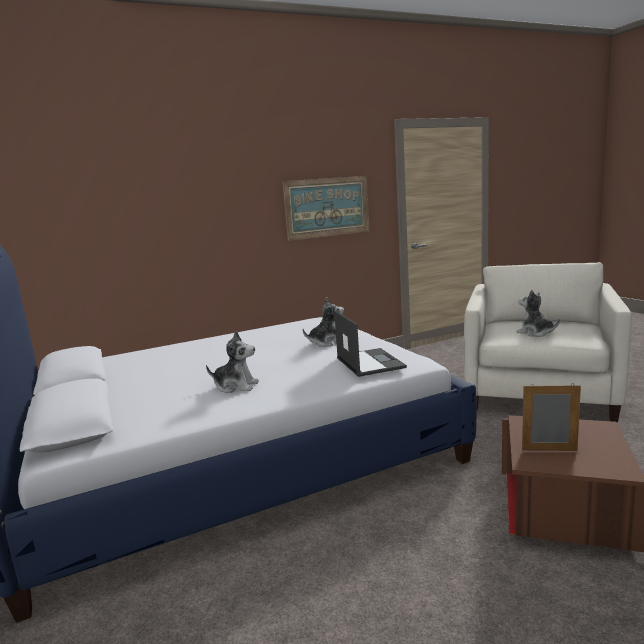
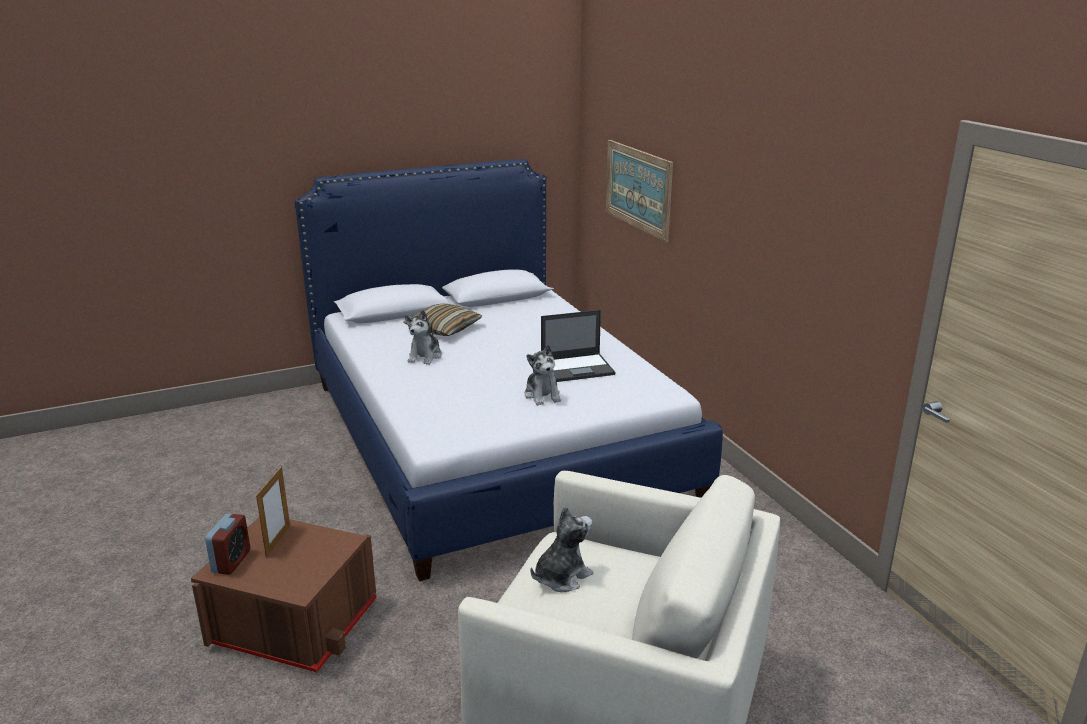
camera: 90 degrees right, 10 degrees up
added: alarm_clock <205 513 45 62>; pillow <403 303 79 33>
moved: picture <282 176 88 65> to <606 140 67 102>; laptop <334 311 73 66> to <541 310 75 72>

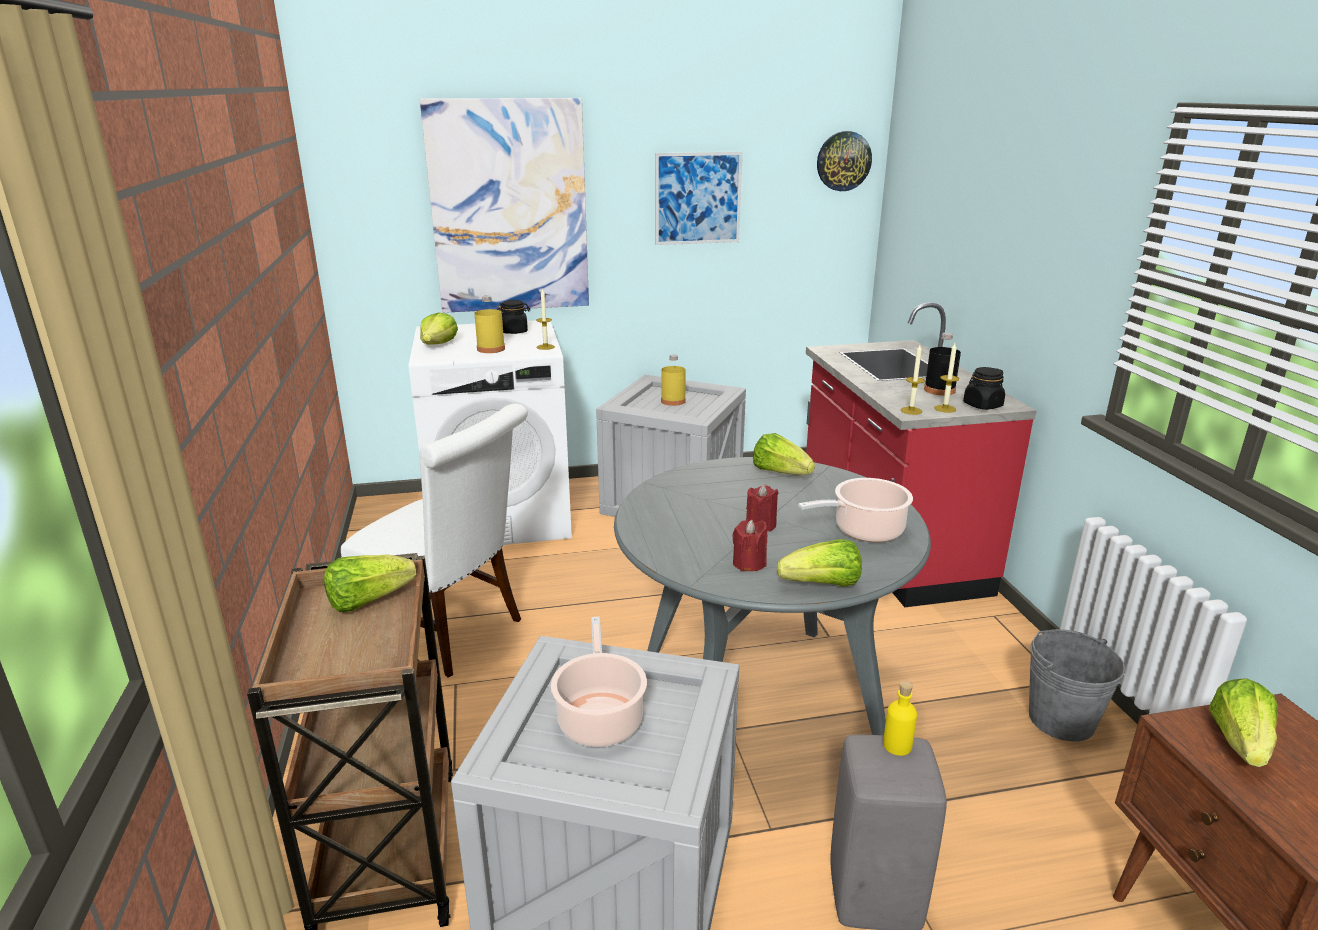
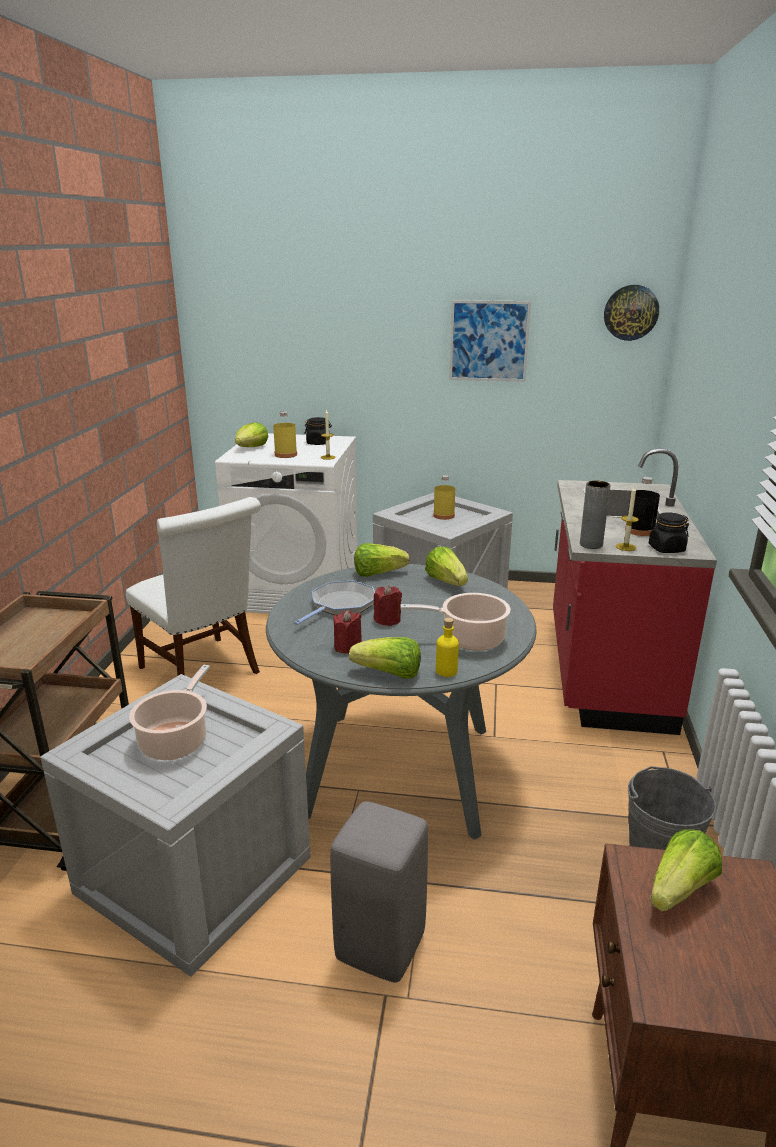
camera: 20 degrees right, 0 degrees up
removed: picture <420 98 169 215>
added: frying_pan <294 581 81 44>
moved: lettuce <324 554 93 58> to <354 543 56 34>; yellow_bottle <883 681 34 75> to <436 618 23 59>
replaced: candle <900 345 25 70> to grey_vase <580 481 30 68>

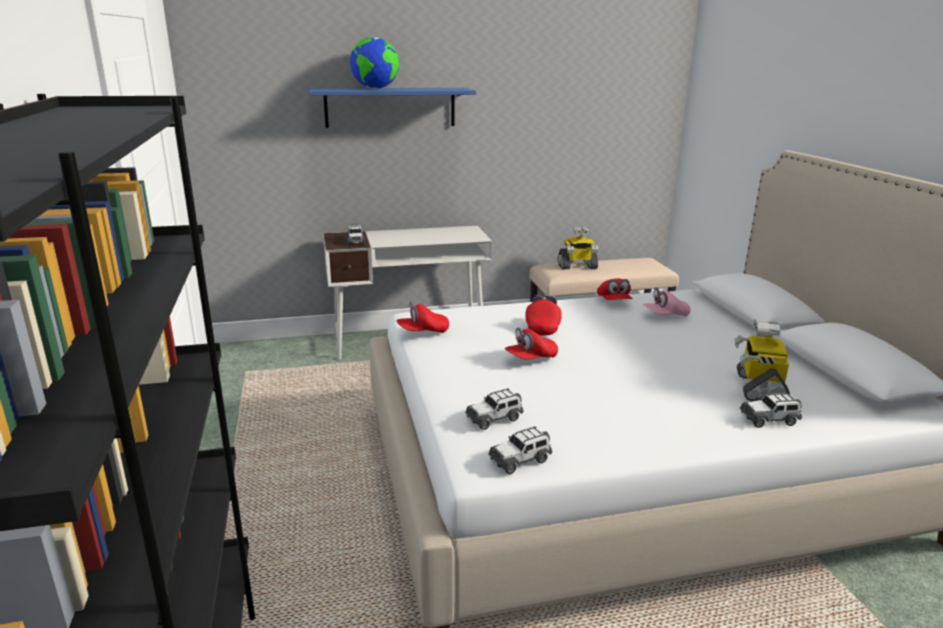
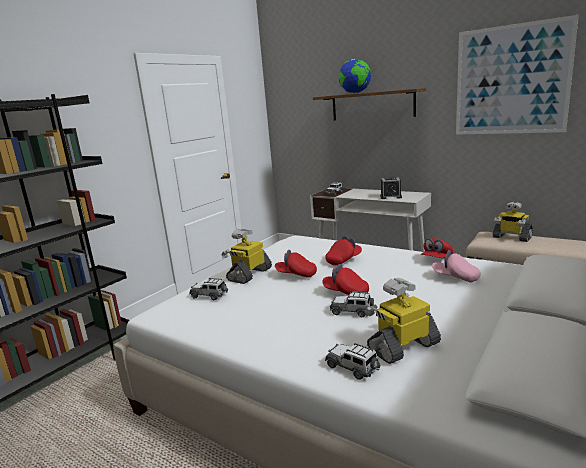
camera: 50 degrees right, 5 degrees down
added: toy_robot <221 229 51 55>; alarm_clock <380 176 22 23>; picture <456 15 123 120>
moved: red_cap <396 302 53 31> to <322 264 47 31>; toy_car <488 426 65 48> to <330 291 44 26>
recoloured: blue_shelf <308 88 168 40> to brown_shelf <313 88 113 32>

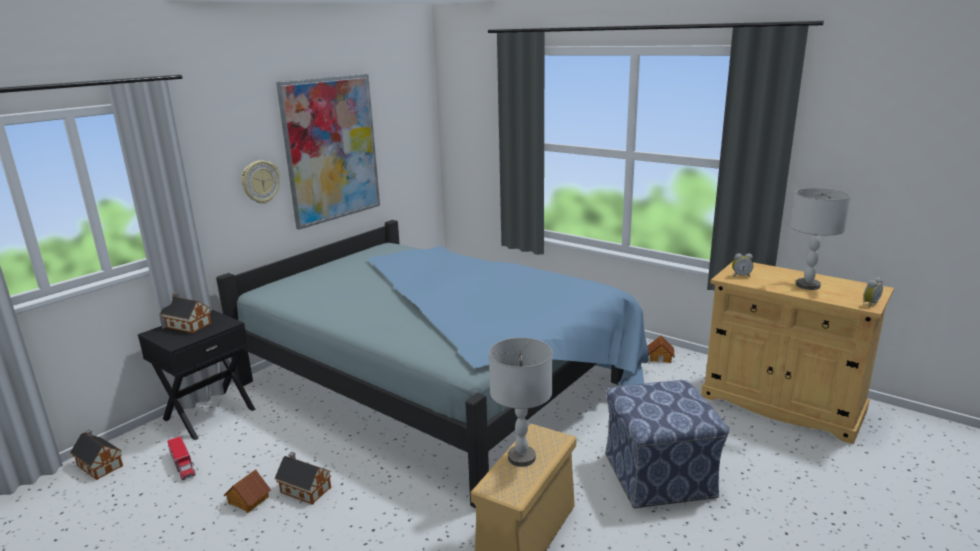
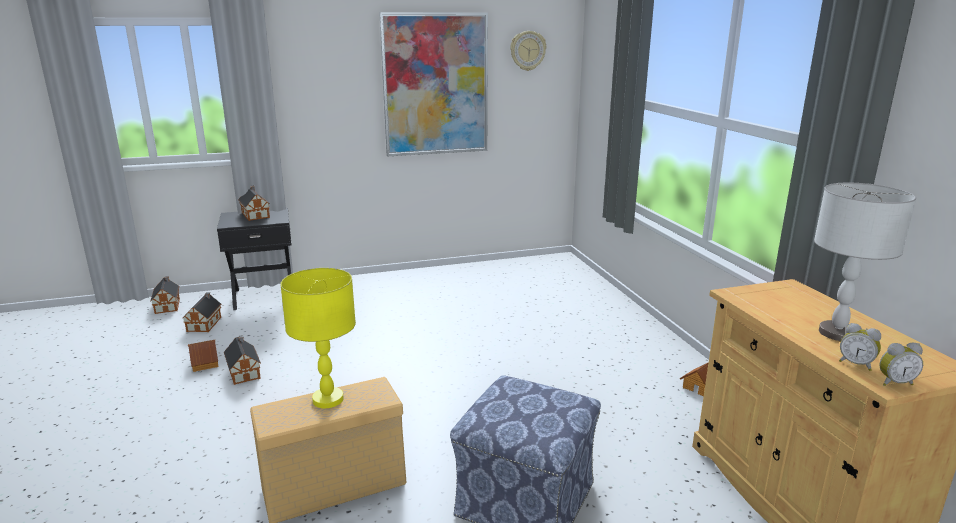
camera: 35 degrees right, 0 degrees up
removed: blue_bed <216 220 432 288>
moved: wall_clock <241 160 39 44> to <510 31 36 40>; alarm_clock <732 253 21 24> to <839 323 42 48>
replaced: toy_truck <167 436 29 44> to toy_house <182 292 39 40>
recoloured: grey_table_lamp <489 338 64 129> to yellow_table_lamp <280 268 76 140>

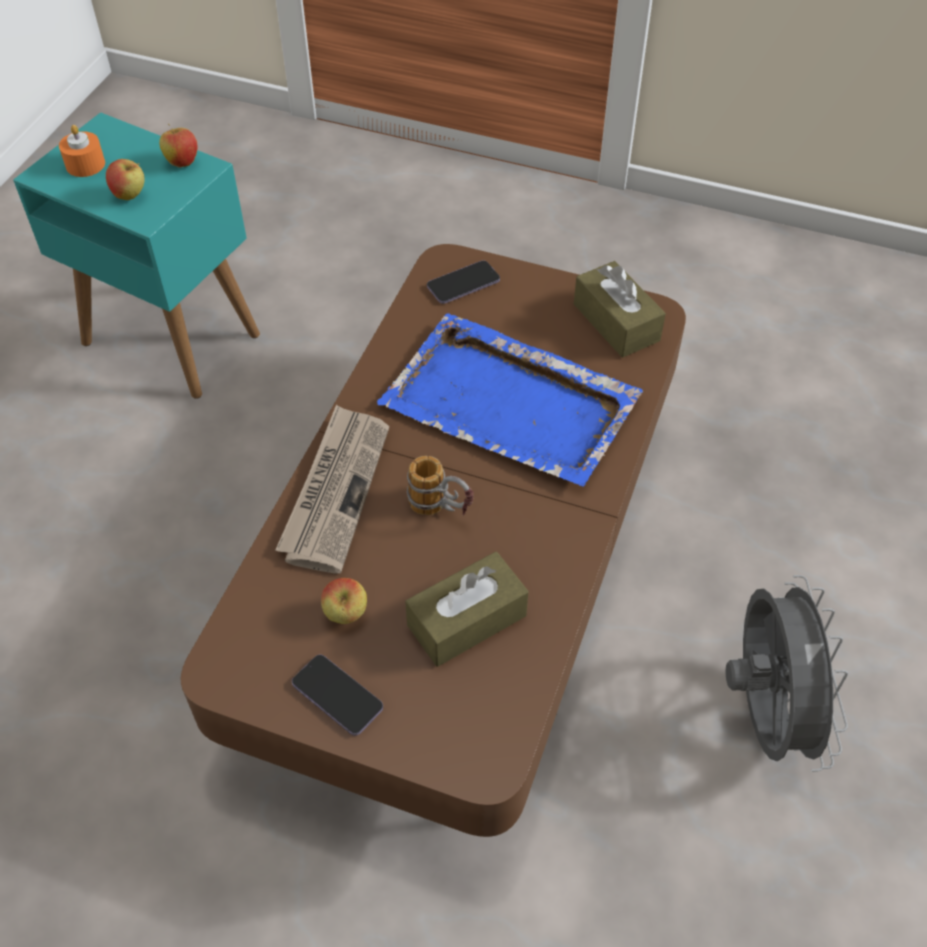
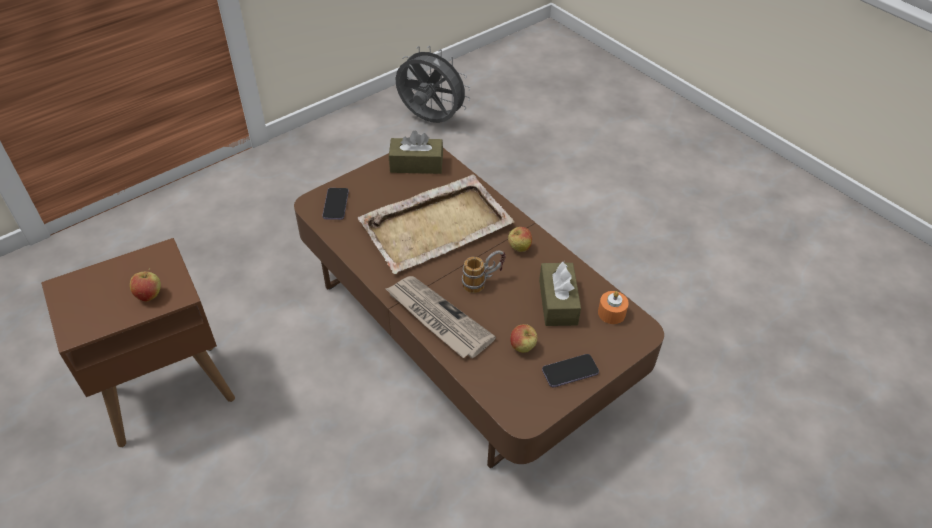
camera: 60 degrees left, 5 degrees down
moved: orange_candle <59 125 46 52> to <598 291 31 33>; apple <159 124 39 44> to <508 227 24 25>; grey_fan <726 575 122 197> to <396 46 75 77>
recoloured: turquoise_side_table <13 113 247 286> to brown_side_table <41 238 194 209>; blue_tray <377 313 266 173> to beige_tray <358 174 156 100>

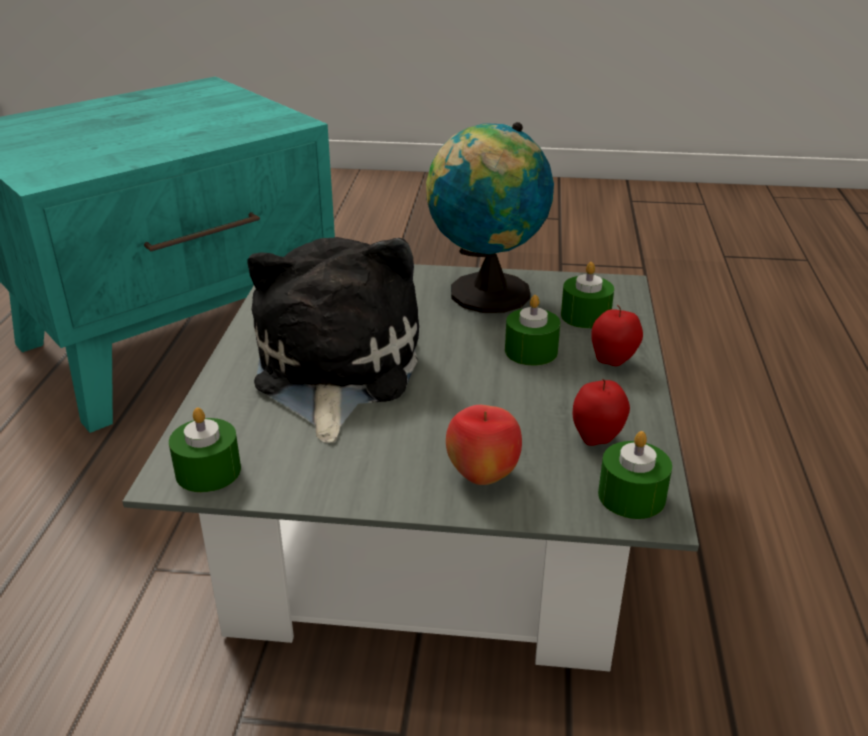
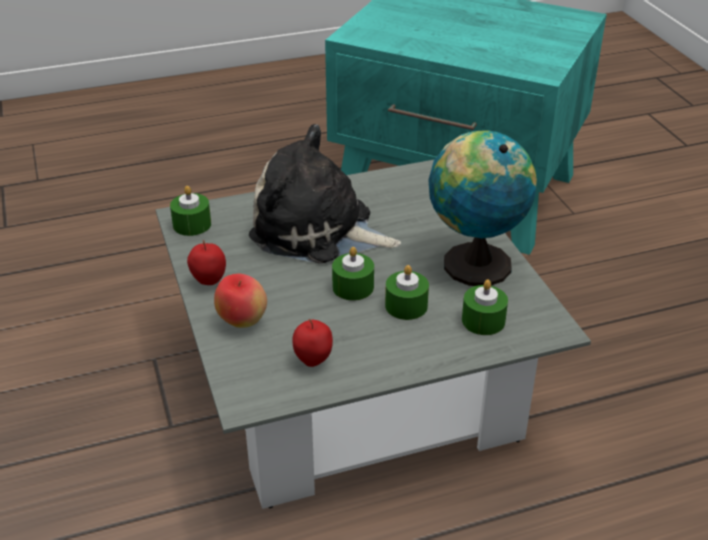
camera: 65 degrees right, 5 degrees up
moved: apple <591 305 52 61> to <187 240 39 45>; green_candle <598 431 74 88> to <332 247 42 54>
turned: plush_toy <247 237 172 206> = <249 124 152 140> 135 degrees counterclockwise

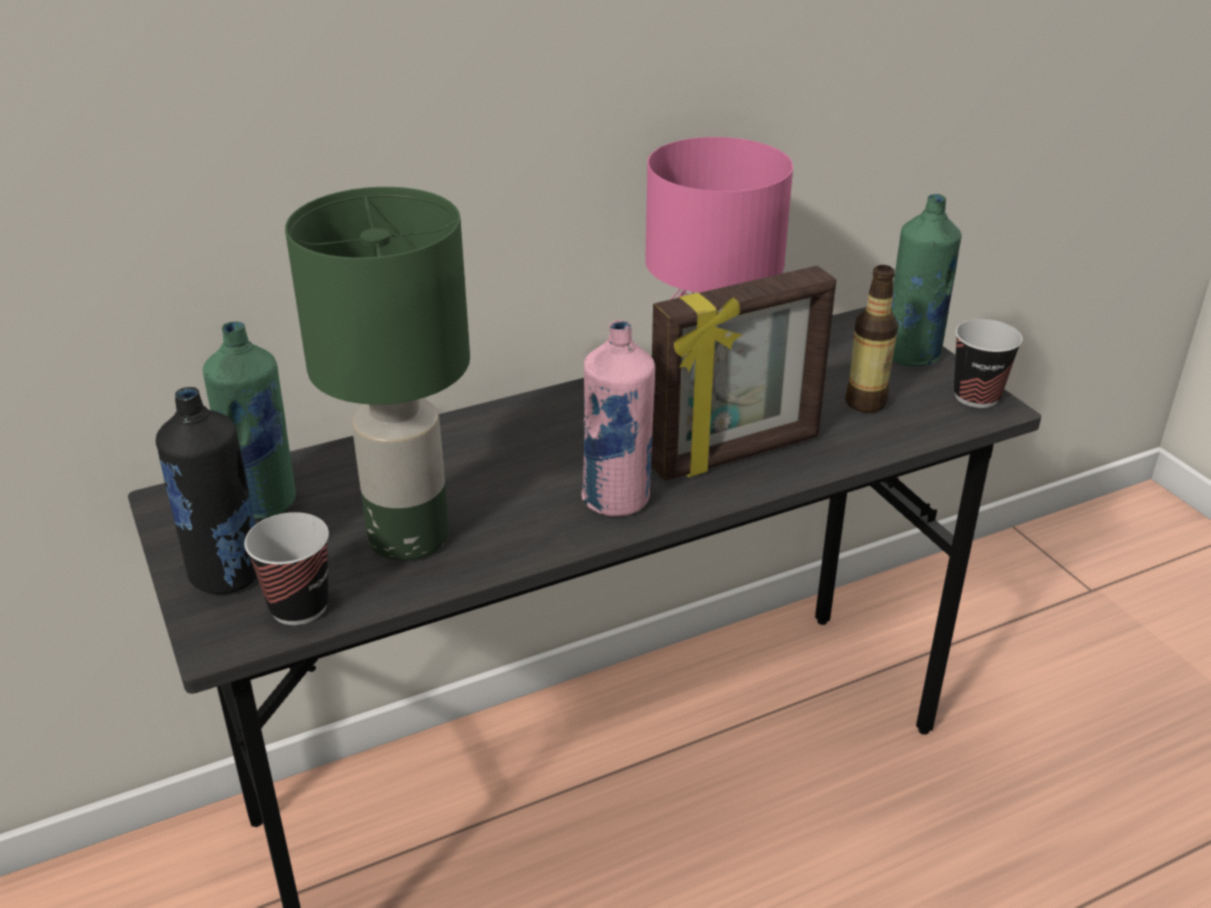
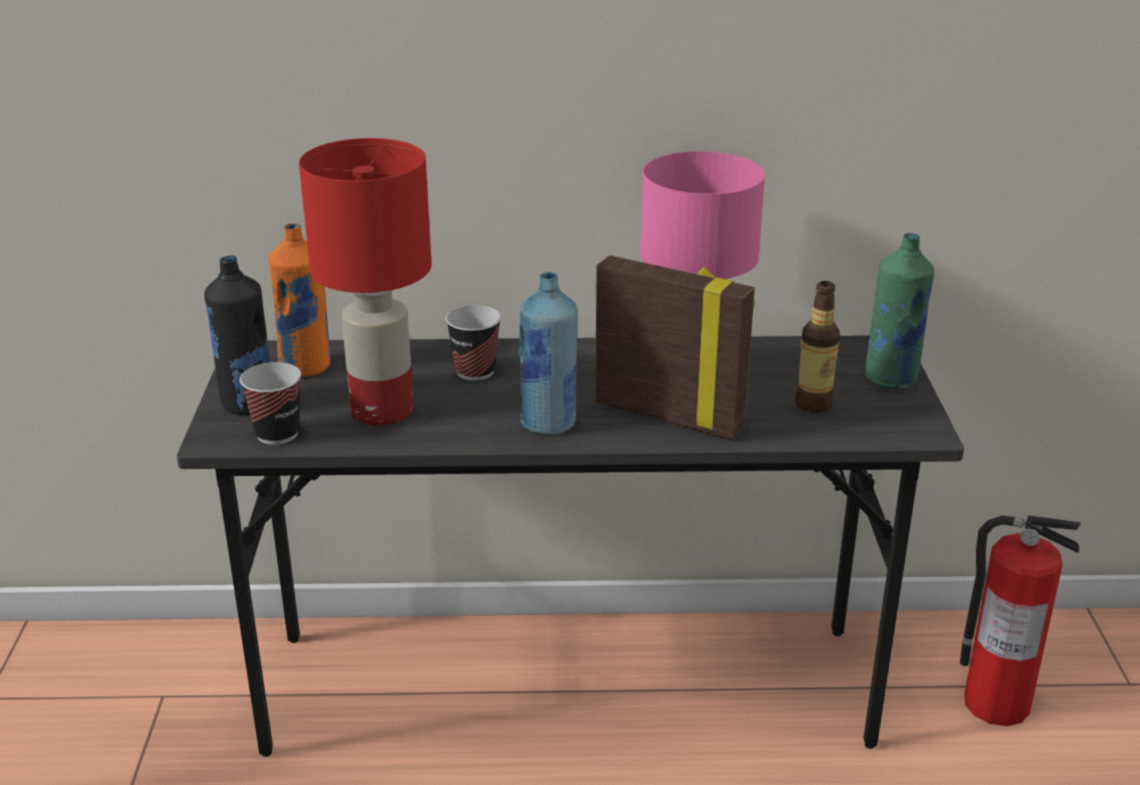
camera: 25 degrees right, 5 degrees down
added: fire_extinguisher <960 515 121 211>
moved: cup <954 319 69 89> to <445 305 56 76>
recoloured: green_bottle <203 321 93 198> to orange_bottle <268 223 63 154>; green_table_lamp <285 187 185 374> to red_table_lamp <299 138 132 287>; pink_bottle <581 320 74 197> to blue_bottle <518 272 59 163>
turned: picture_frame <651 266 185 215> = <595 255 160 185> 150 degrees counterclockwise

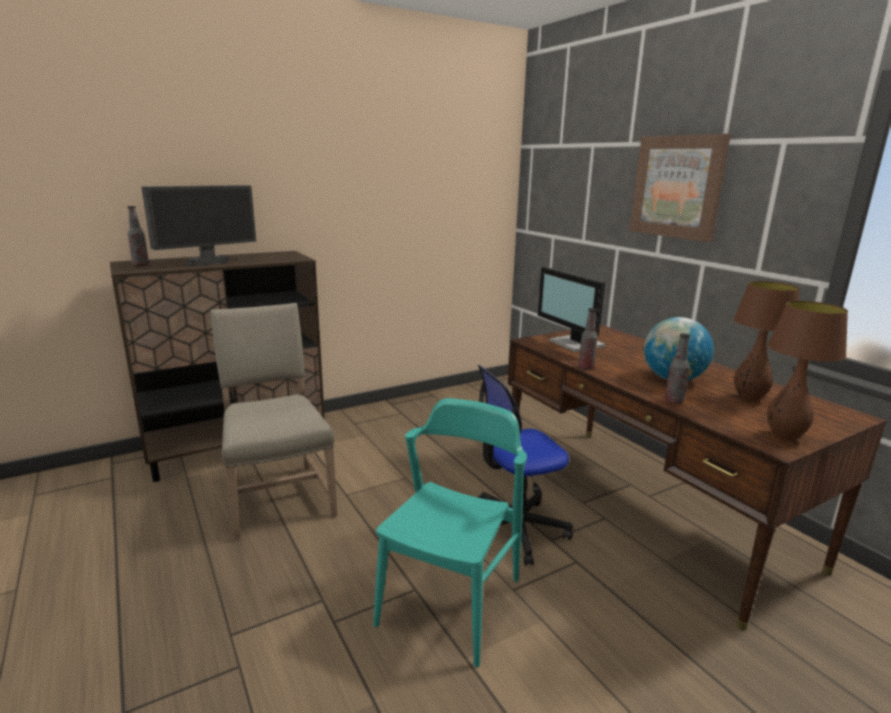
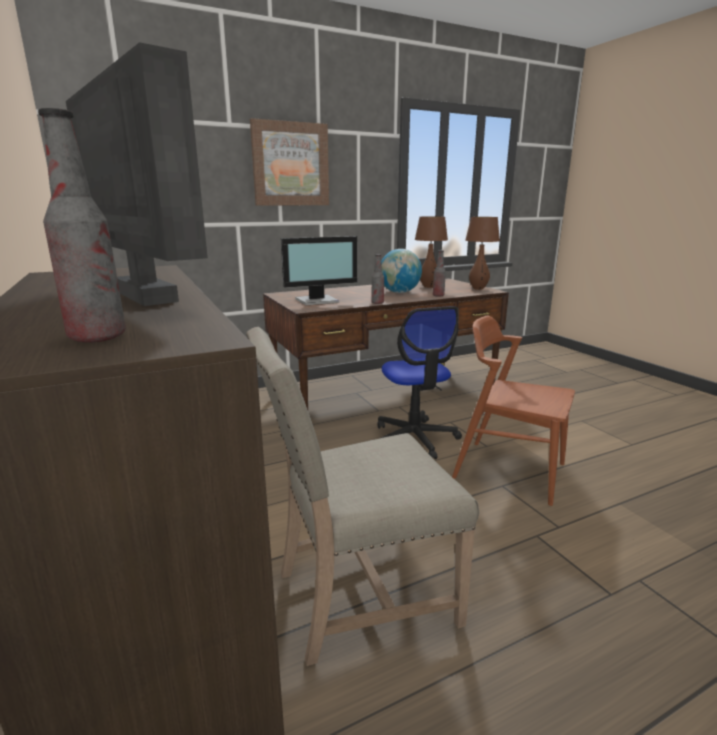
camera: 85 degrees left, 0 degrees up
recoloured: turquoise_chair <373 398 154 269> to brown_chair <452 316 123 190>

